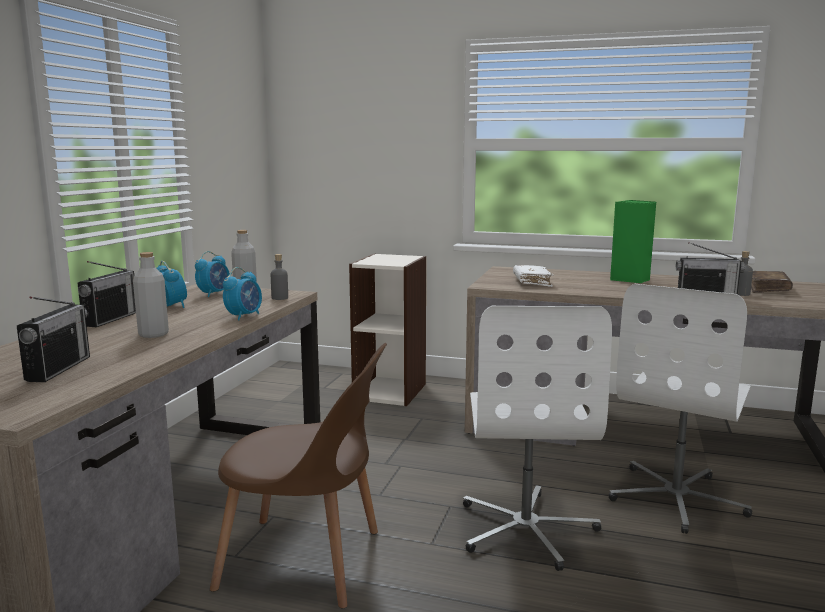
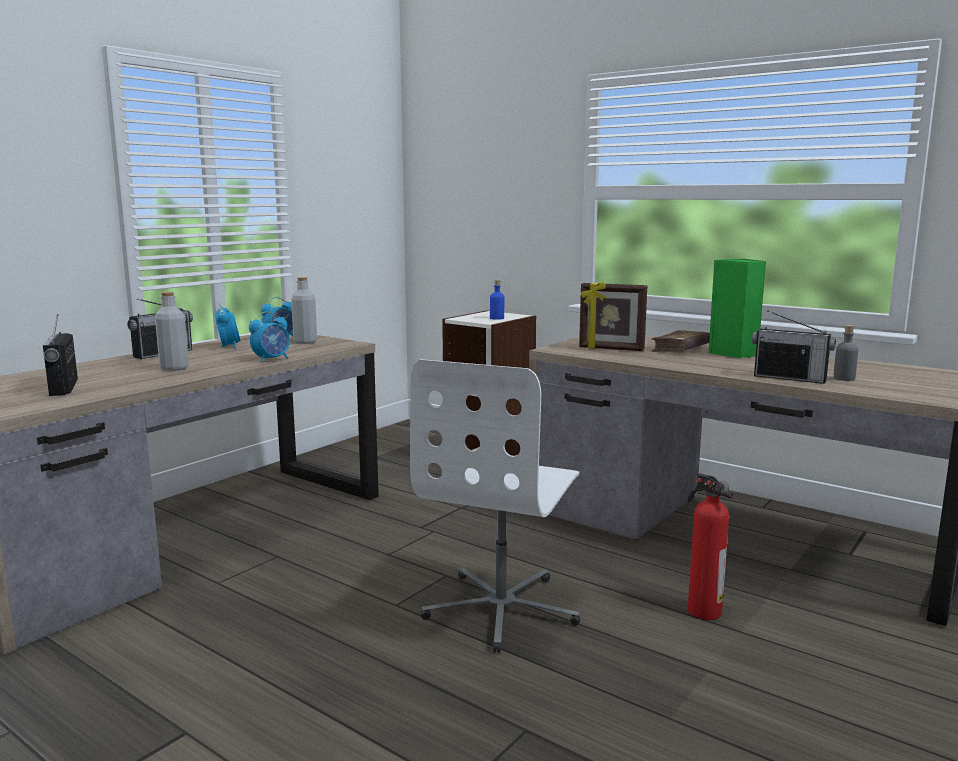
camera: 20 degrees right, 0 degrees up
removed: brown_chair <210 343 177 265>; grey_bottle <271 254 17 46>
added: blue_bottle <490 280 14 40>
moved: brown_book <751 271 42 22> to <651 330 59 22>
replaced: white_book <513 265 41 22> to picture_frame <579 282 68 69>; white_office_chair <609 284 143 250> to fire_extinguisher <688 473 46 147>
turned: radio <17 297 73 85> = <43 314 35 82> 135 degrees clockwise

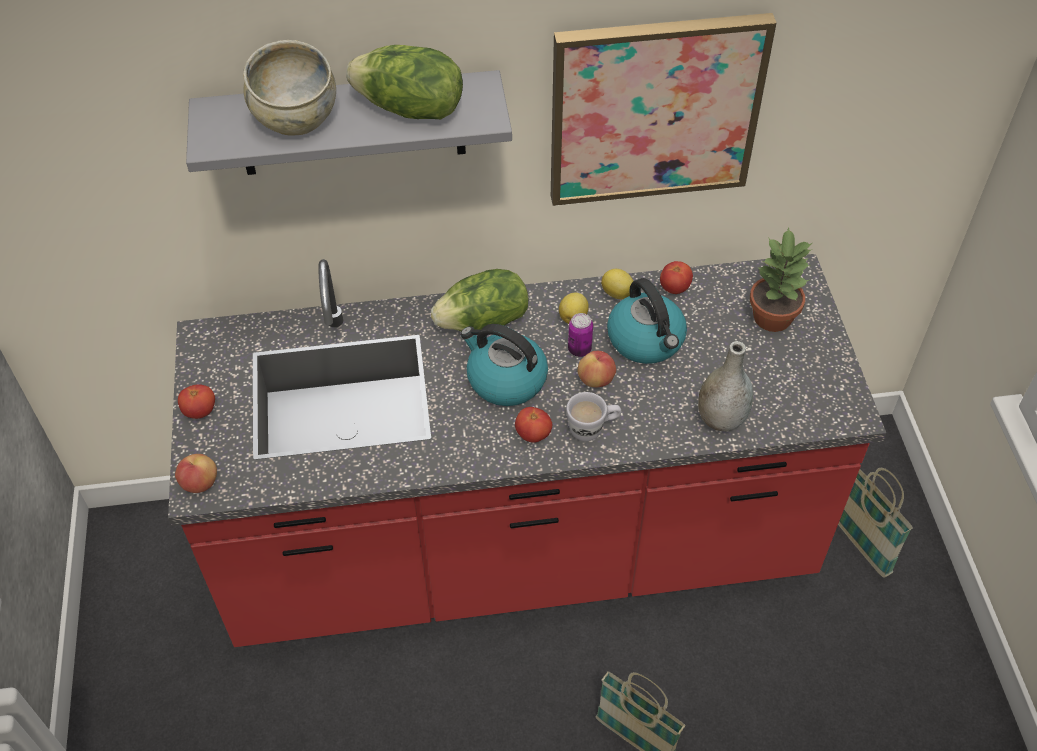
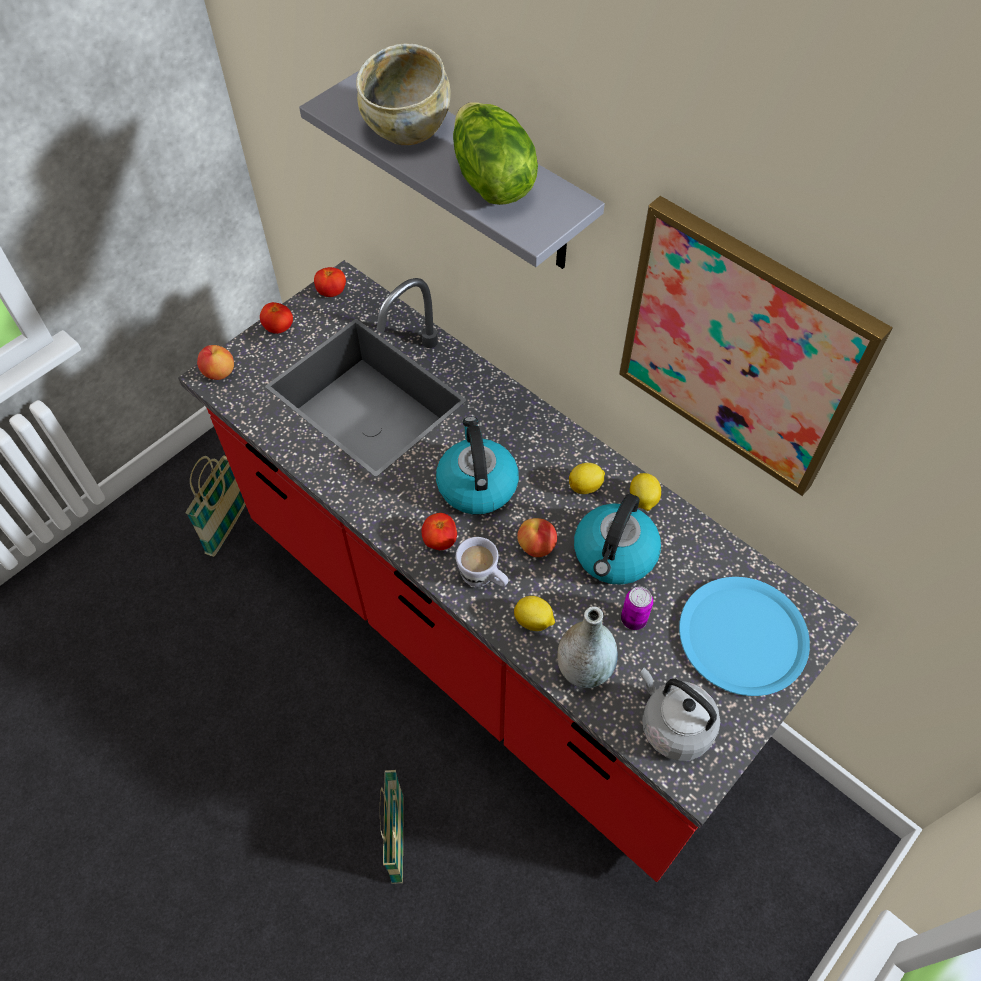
camera: 50 degrees right, 5 degrees up
removed: lettuce <431 269 97 62>
added: lemon <514 596 41 35>; grey_kettle <640 668 80 93>
moved: can <568 313 25 44> to <621 587 32 43>; tomato <660 261 33 33> to <314 267 32 30>; basket <838 468 75 110> to <186 455 60 102>
replaced: potted_plant <750 227 62 105> to blue_plate <679 577 131 119>

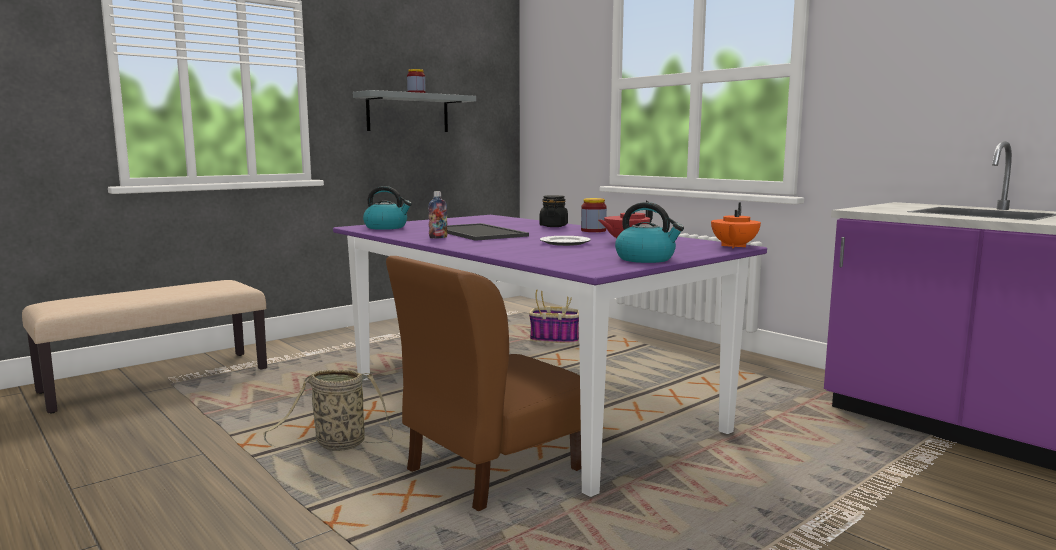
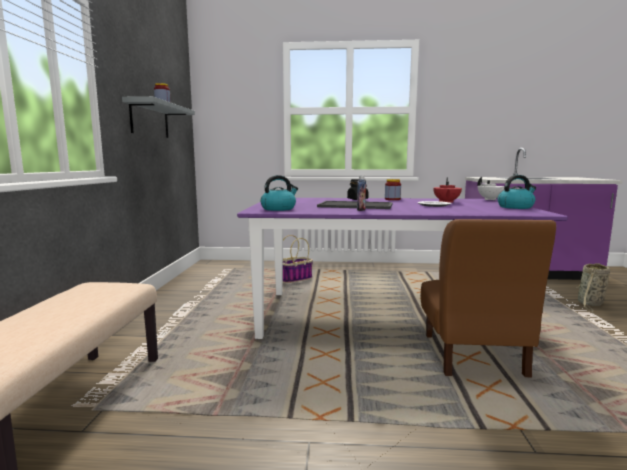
camera: 45 degrees left, 0 degrees up
moved: basket <263 369 130 82> to <576 263 34 49>
recoloured: orange_teapot <711 202 50 46> to white_teapot <478 177 26 23>

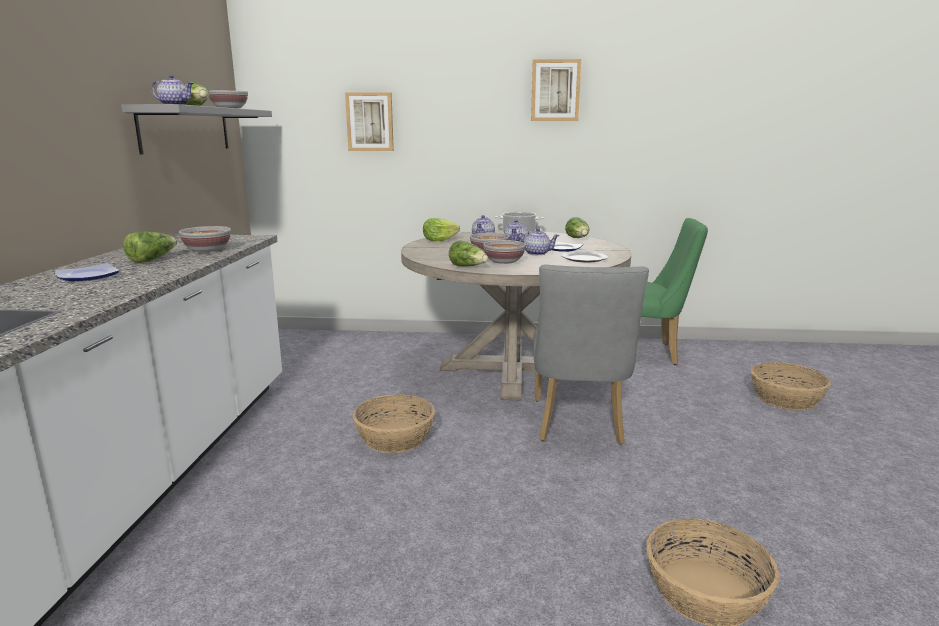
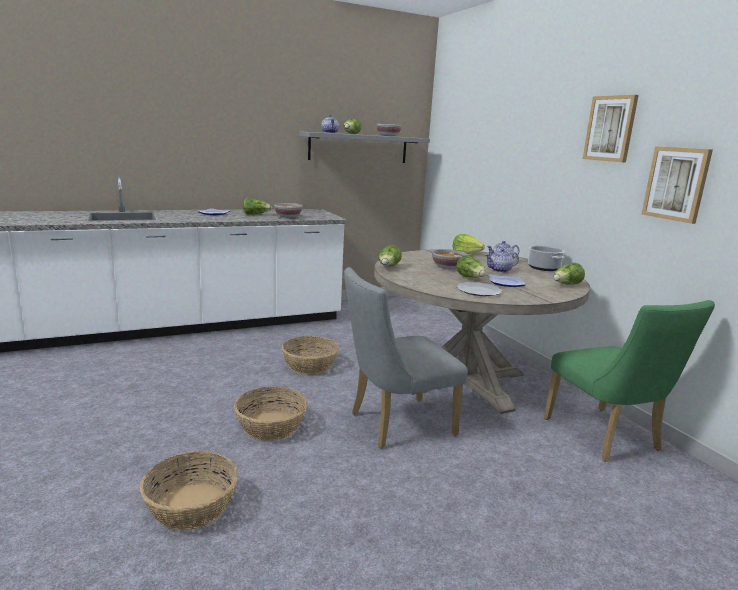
camera: 60 degrees right, 0 degrees up
removed: bowl <483 240 43 24>
moved: picture <345 92 49 59> to <642 146 71 78>; basket <751 362 80 48> to <234 387 74 54>
replaced: teapot <515 228 45 28> to lettuce <456 255 30 23>

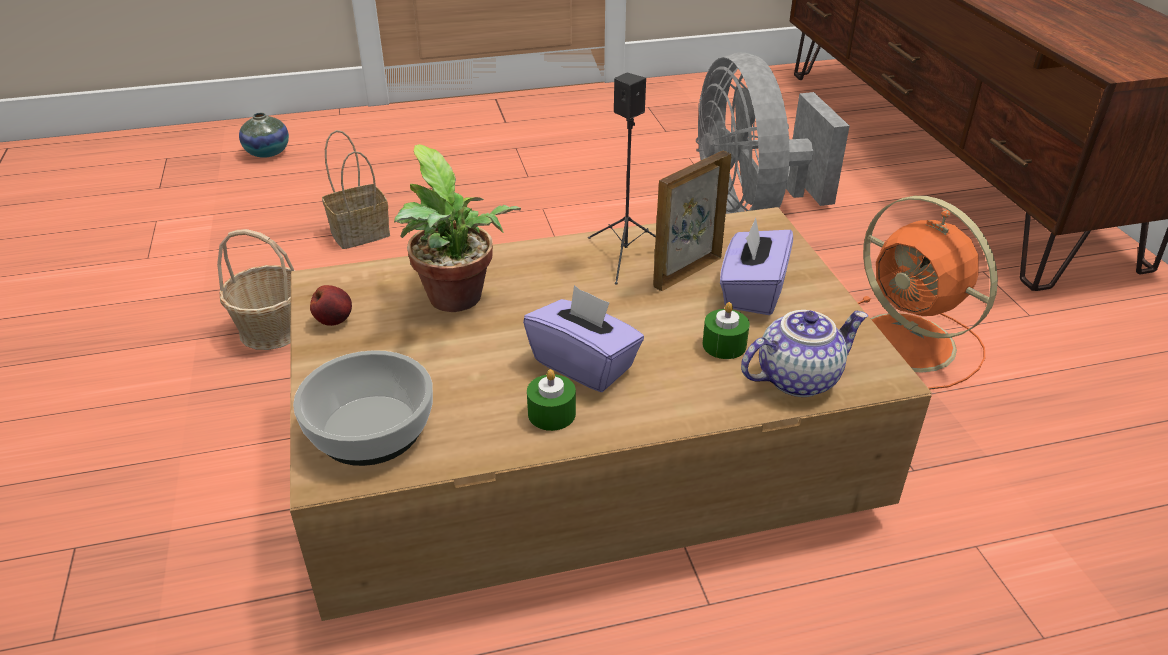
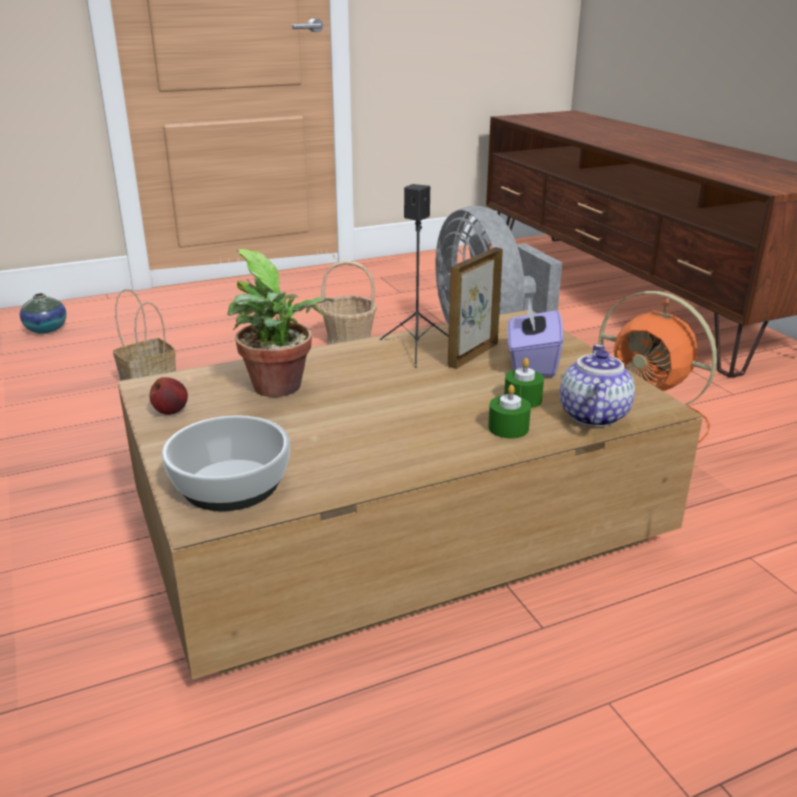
camera: 10 degrees left, 10 degrees down
removed: purple_tissue_box <523 285 121 107>
moved: basket <217 229 78 121> to <320 261 57 83>; green_candle <527 369 49 62> to <488 385 43 54>
turned: teapot <741 310 127 87> = <560 344 75 83> 45 degrees counterclockwise

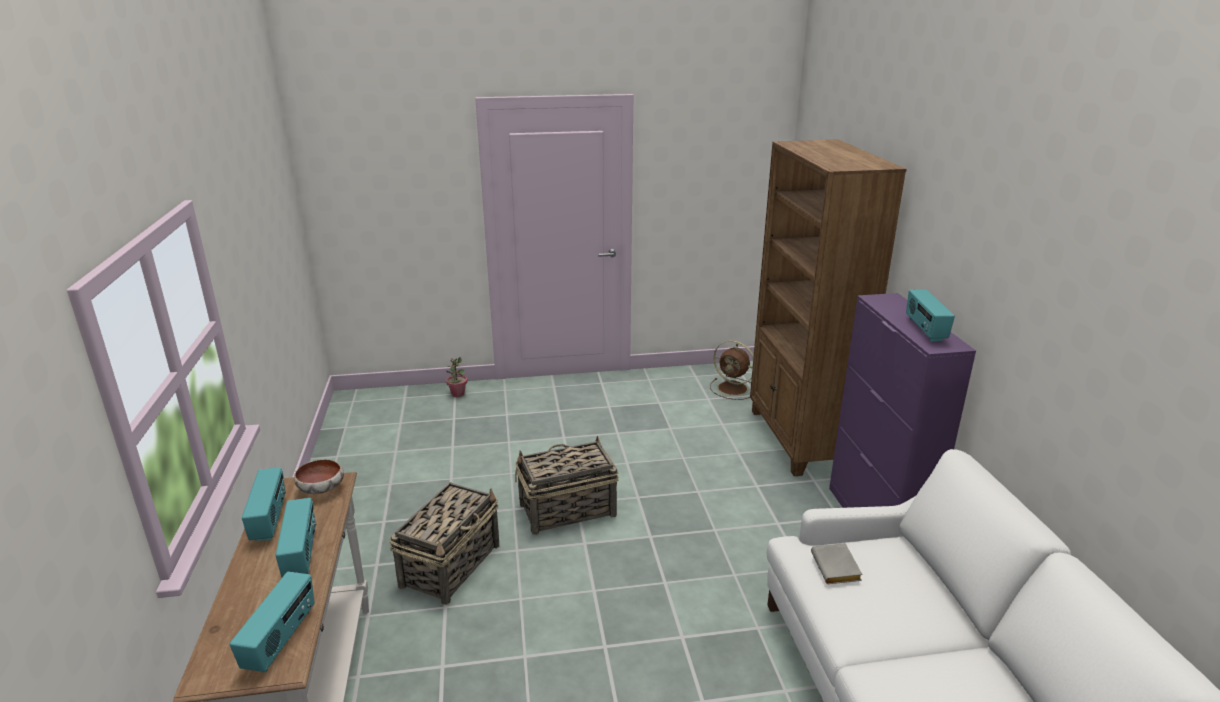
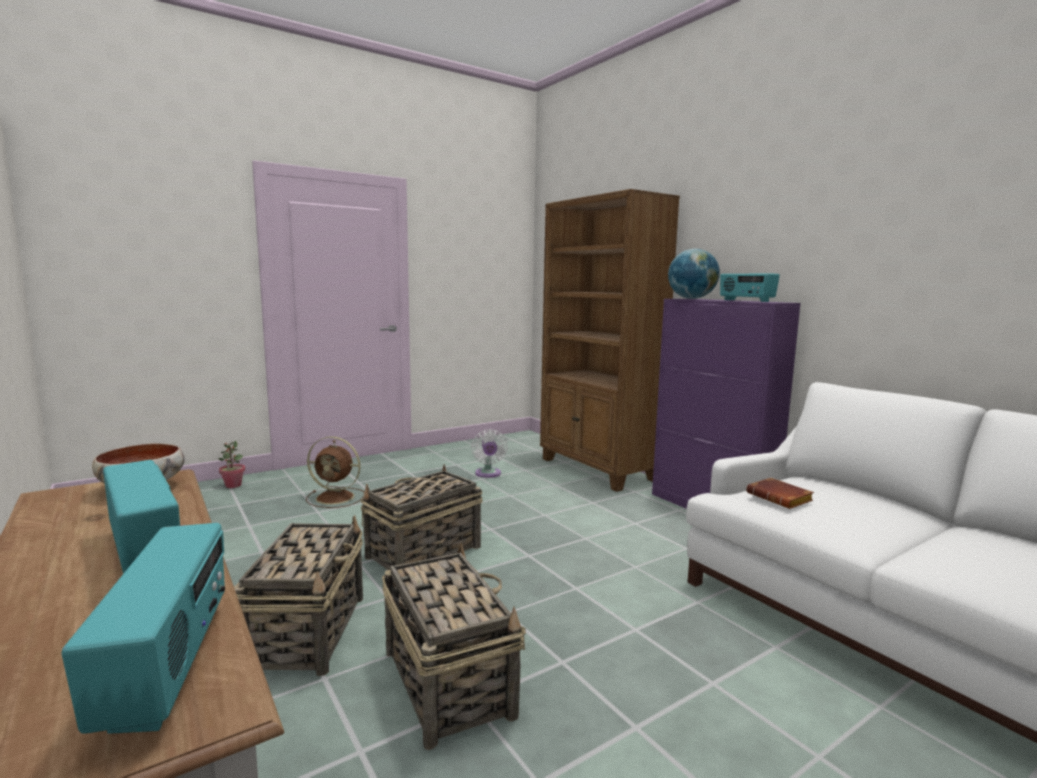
camera: 25 degrees left, 15 degrees down
removed: radio <242 467 44 74>
added: basket <382 543 144 207>; white_fan <471 429 37 49>; globe <668 249 52 50>
moved: brown_fan <710 340 44 60> to <306 436 58 72>
recoloured: grey_book <811 543 52 41> to brown_book <746 477 68 32>

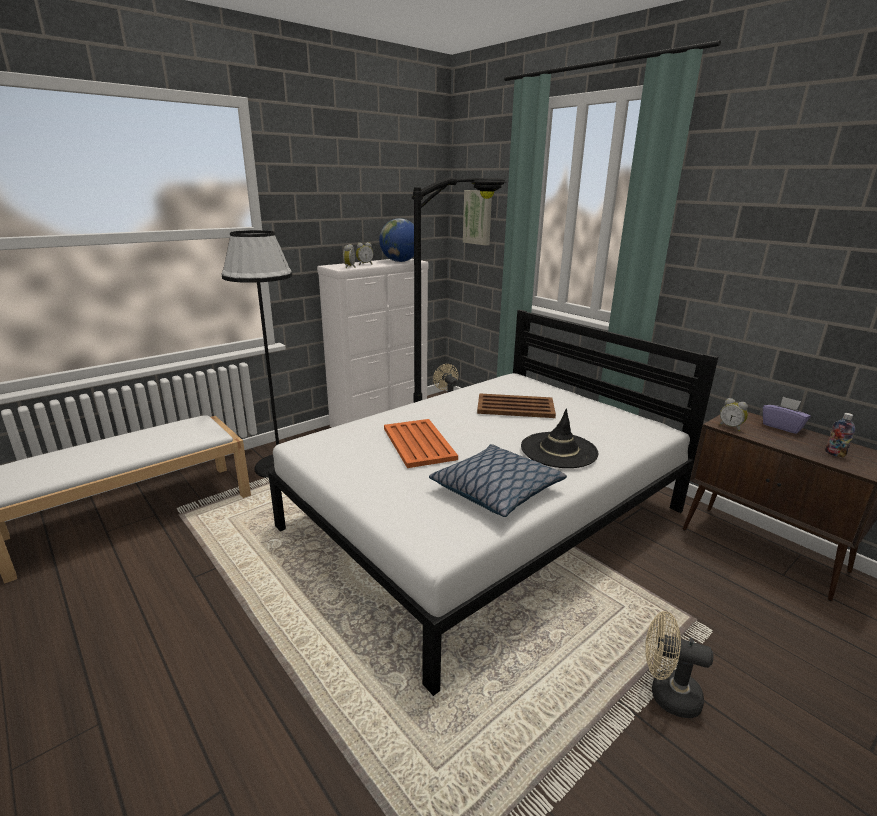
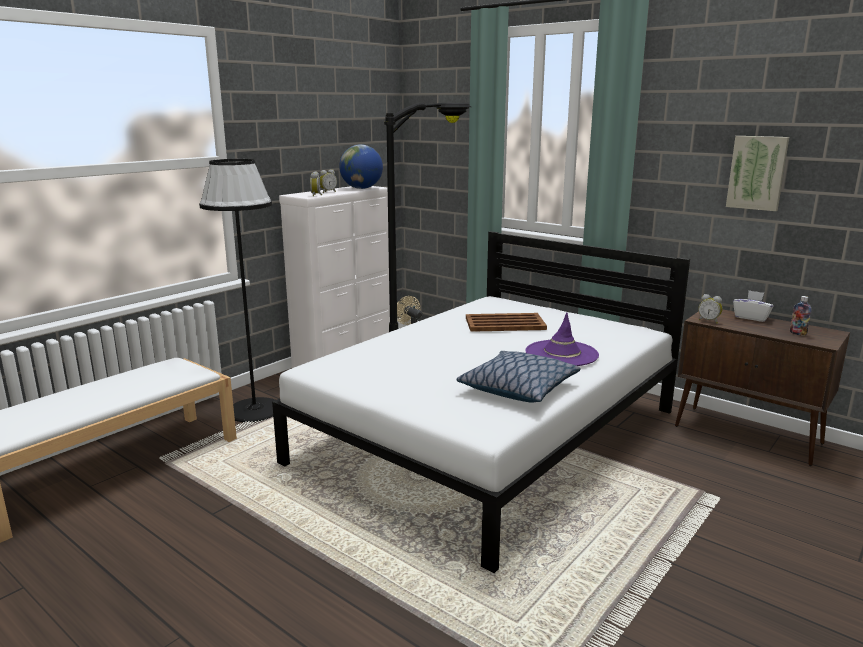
camera: 10 degrees left, 5 degrees down
removed: orange_tray <384 419 74 49>; beige_fan <645 611 68 107>
moved: picture <463 190 29 56> to <726 136 63 75>
recoloured: black_hat <521 409 77 59> to purple_hat <525 312 74 54>; purple_tissue_box <763 397 48 37> to white_tissue_box <733 290 41 32>

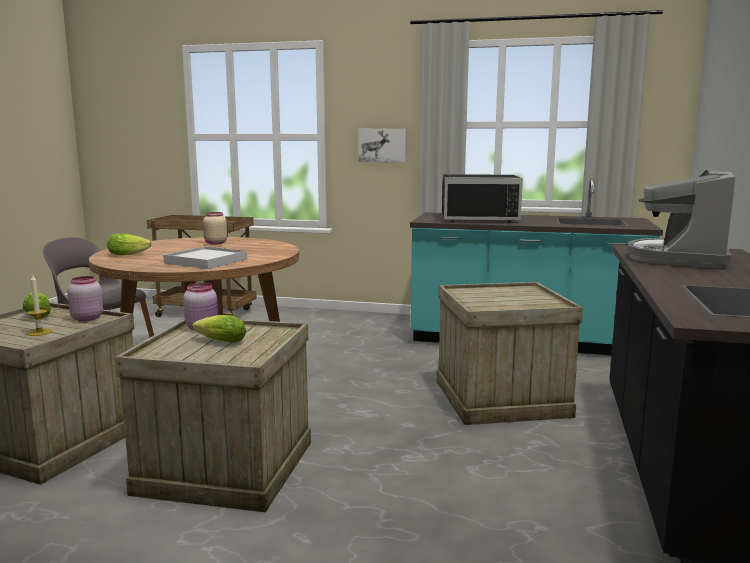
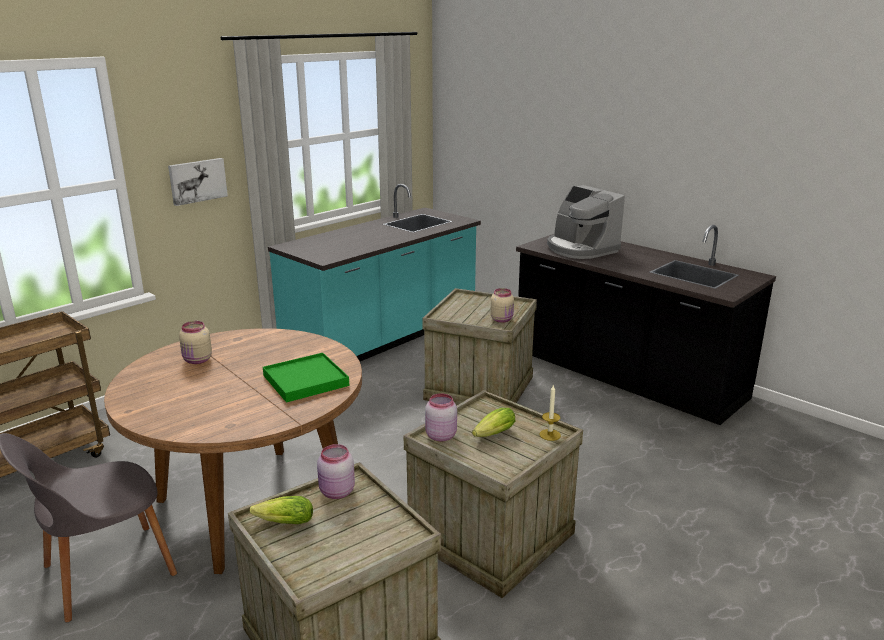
camera: 60 degrees left, 10 degrees up
removed: lettuce <107 233 45 22>; black_microwave <442 174 81 48>
added: beige_jar <490 288 24 35>
moved: candle <27 275 25 61> to <540 384 21 57>
recoloured: white_tray <163 246 84 23> to green_tray <263 353 86 50>

